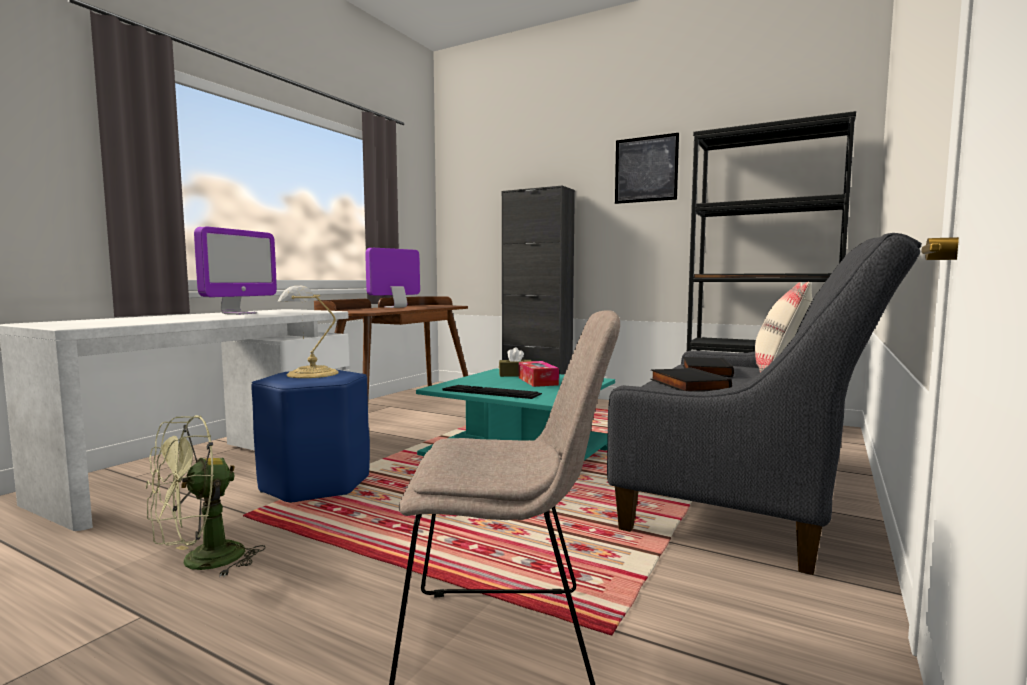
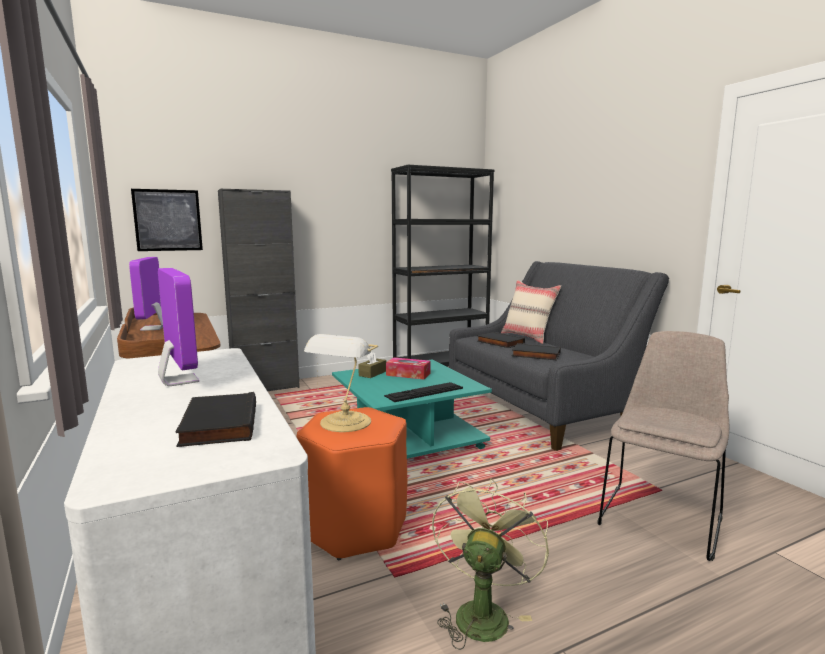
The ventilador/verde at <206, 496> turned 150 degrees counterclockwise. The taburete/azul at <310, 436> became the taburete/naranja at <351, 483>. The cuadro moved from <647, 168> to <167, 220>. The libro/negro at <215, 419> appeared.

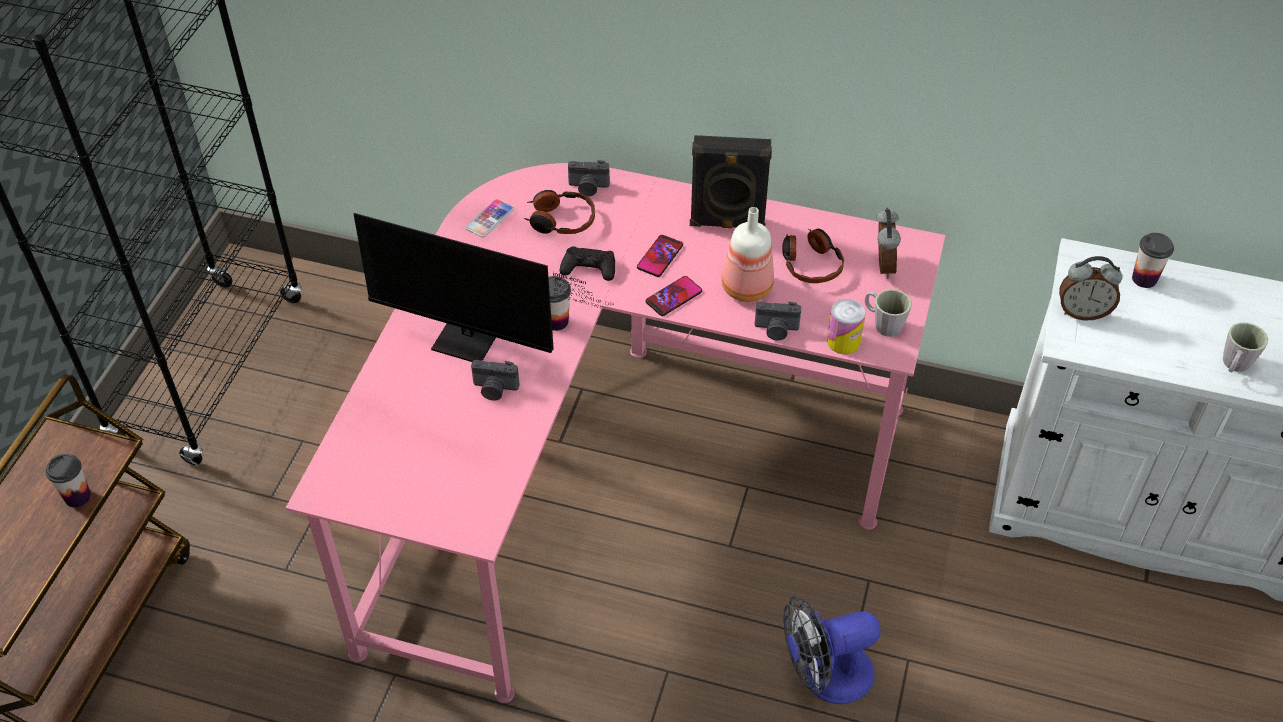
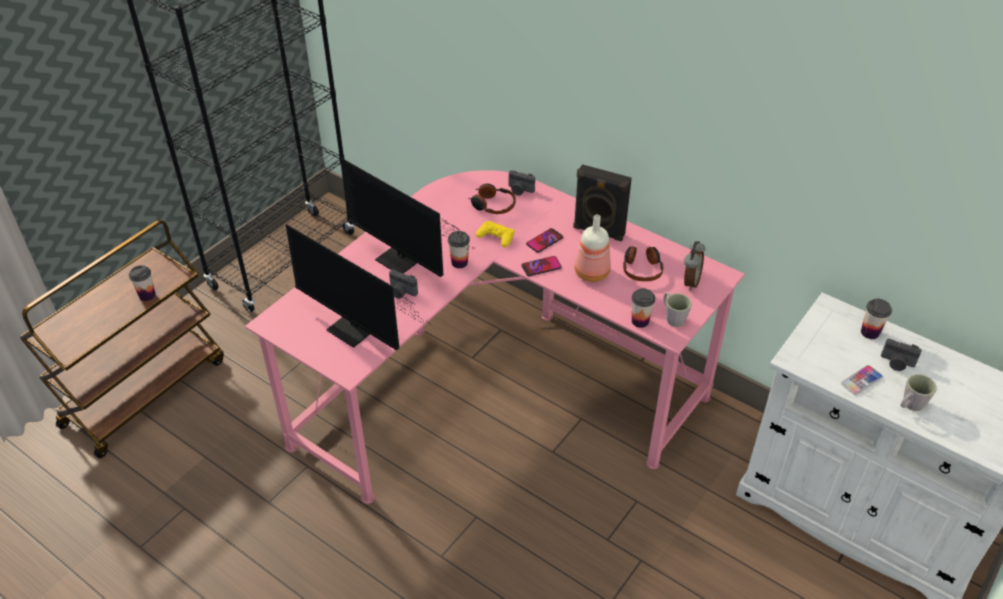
The móvil moved from <489, 218> to <862, 380>. The mando de consola/negro at <587, 263> became the mando de consola/amarillo at <495, 234>. The cámara moved from <778, 320> to <901, 355>. The ventilador at <832, 650> disappeared. The lata at <846, 326> was replaced by the taza at <643, 308>. The despertador at <1090, 288> disappeared. The monitor at <356, 287> appeared.

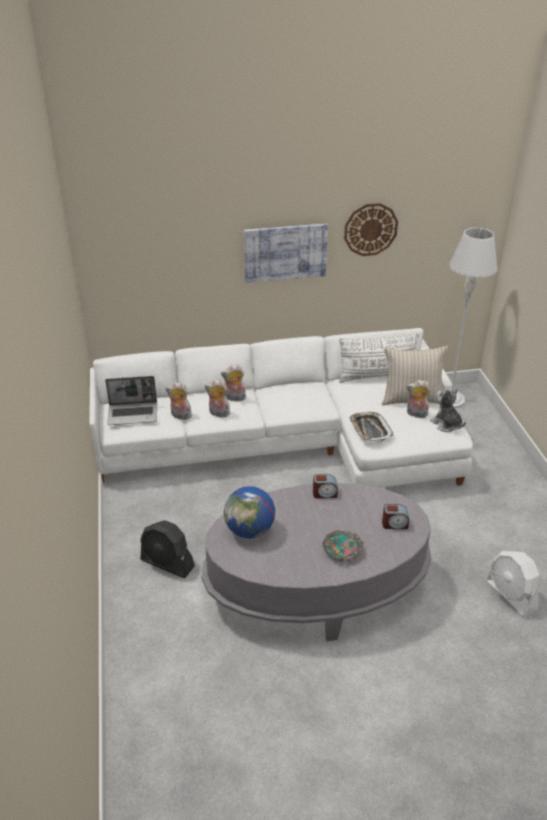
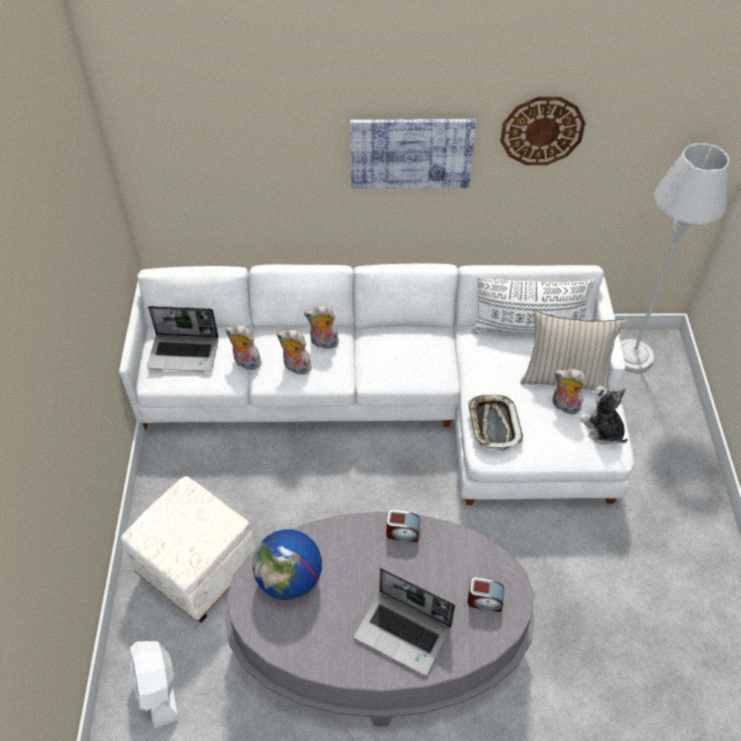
The ventilador/negro at <167, 549> was replaced by the puf/blanco at <188, 549>. The cuenco at <343, 545> was replaced by the portátil at <404, 622>. The ventilador/blanco moved from <512, 584> to <153, 684>.

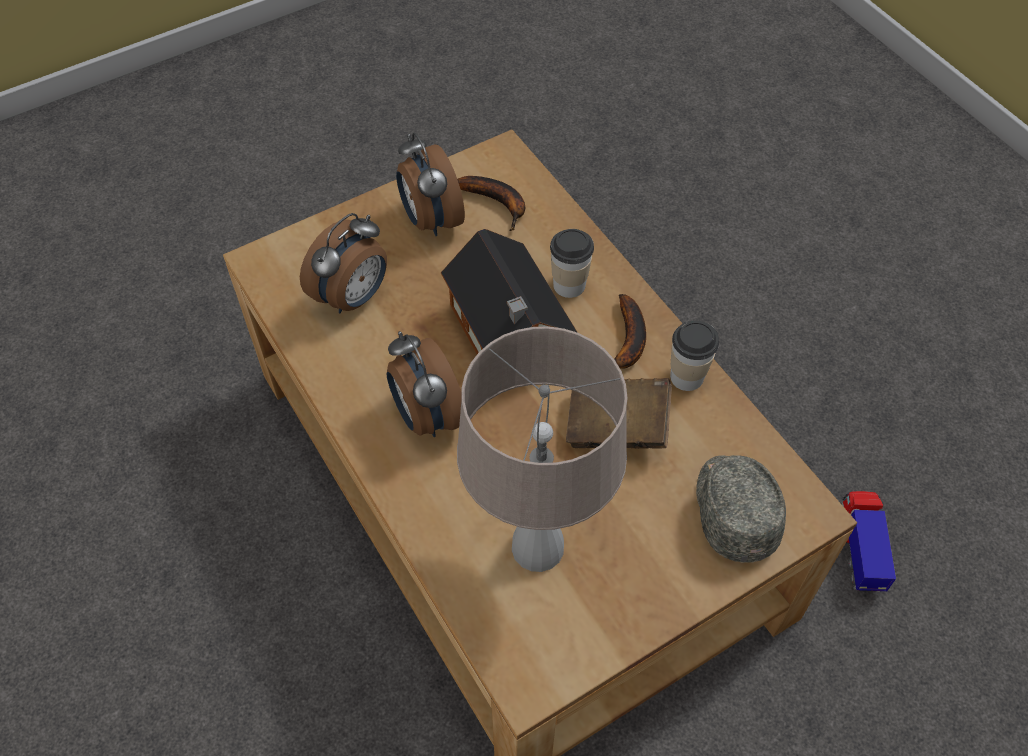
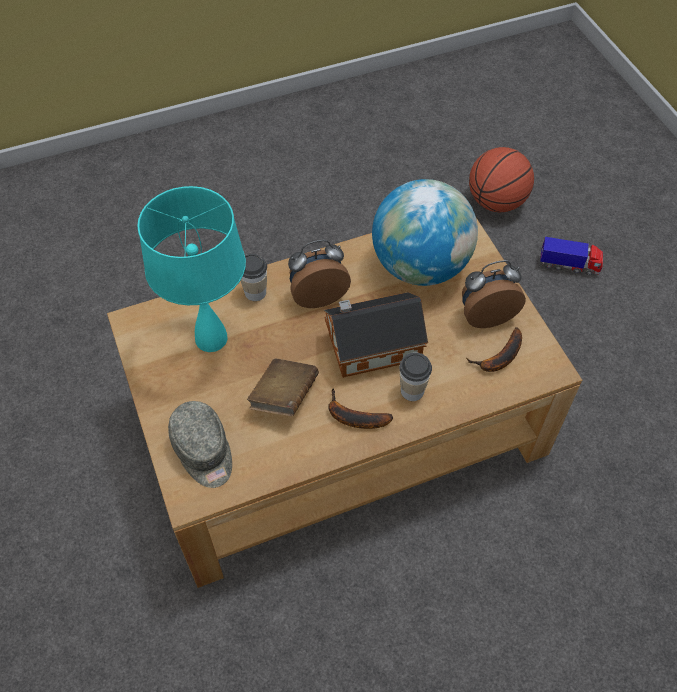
The despertador at <343, 263> was replaced by the globo terráqueo at <425, 232>. The lámpara de mesa/beis at <542, 449> became the lámpara de mesa/turquesa at <191, 269>. The taza moved from <694, 355> to <253, 277>. The gorra/gris at <741, 509> turned 60 degrees clockwise. The camión de juguete moved from <869, 541> to <571, 256>. The balón de baloncesto at <501, 179> appeared.

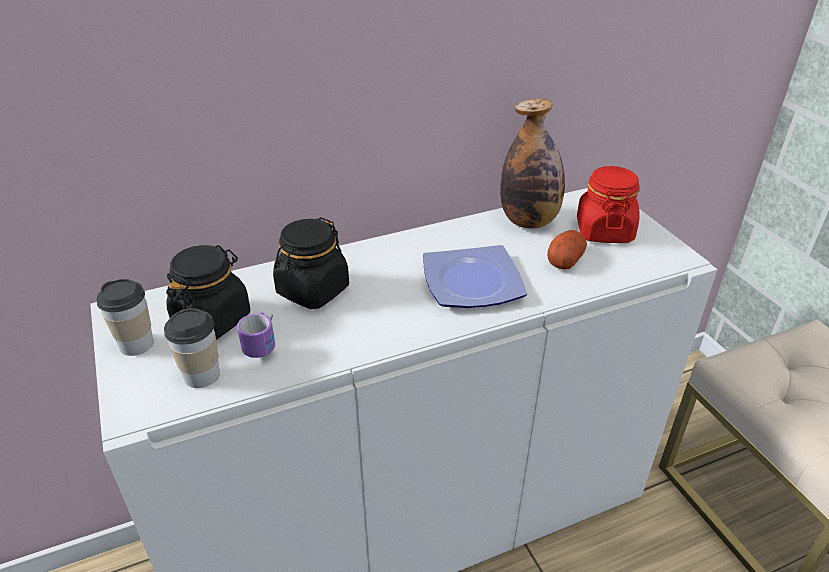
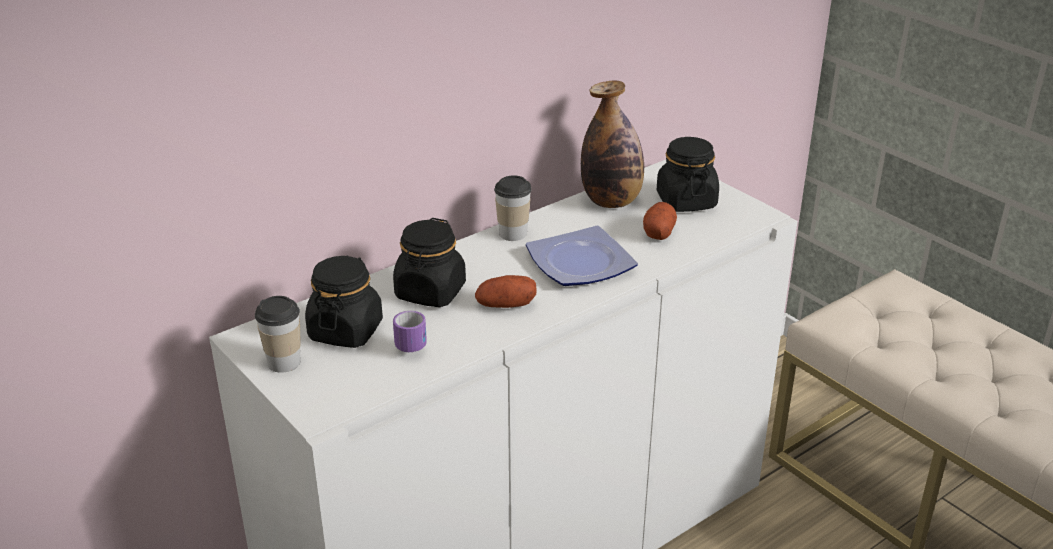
The taza moved from <192, 348> to <513, 208>. The tarro/rojo at <608, 204> became the tarro/negro at <688, 174>. The patata at <506, 291> appeared.

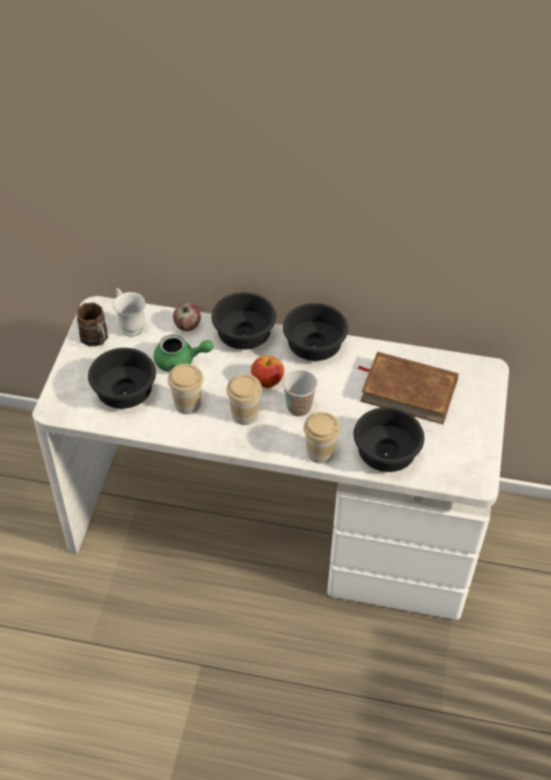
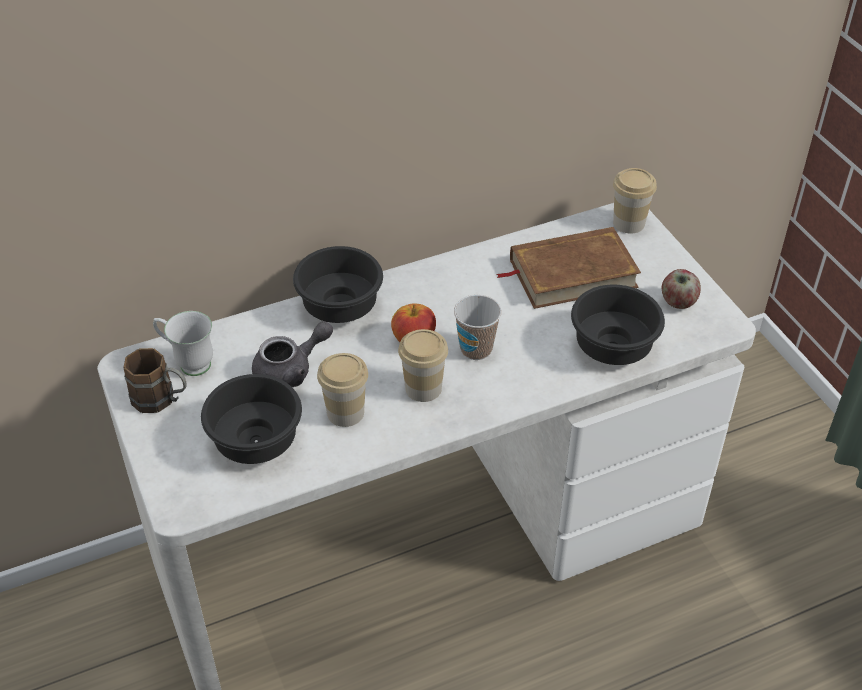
The tetera/verde at <184, 353> became the tetera/gris at <292, 354>. The manzana moved from <187, 317> to <681, 289>. The cuenco/negro at <315, 332> disappeared. The taza moved from <322, 438> to <635, 201>.

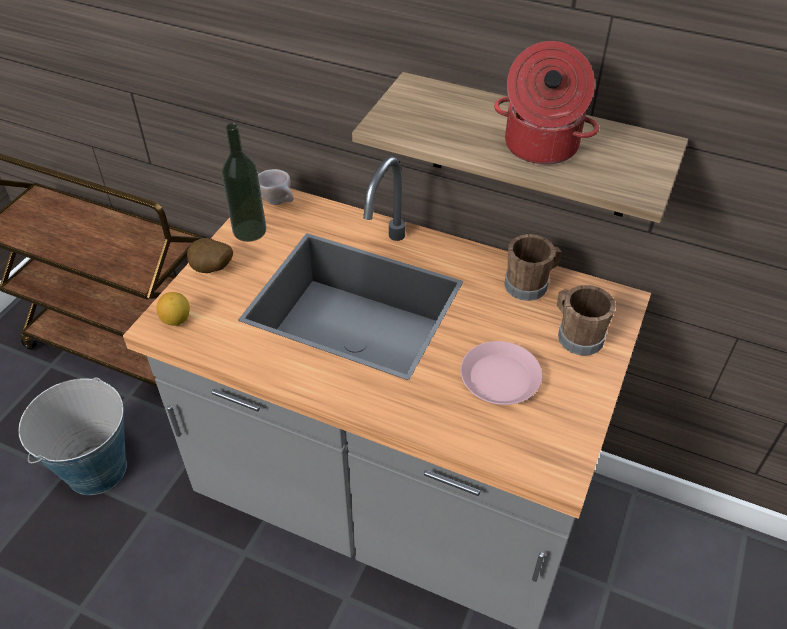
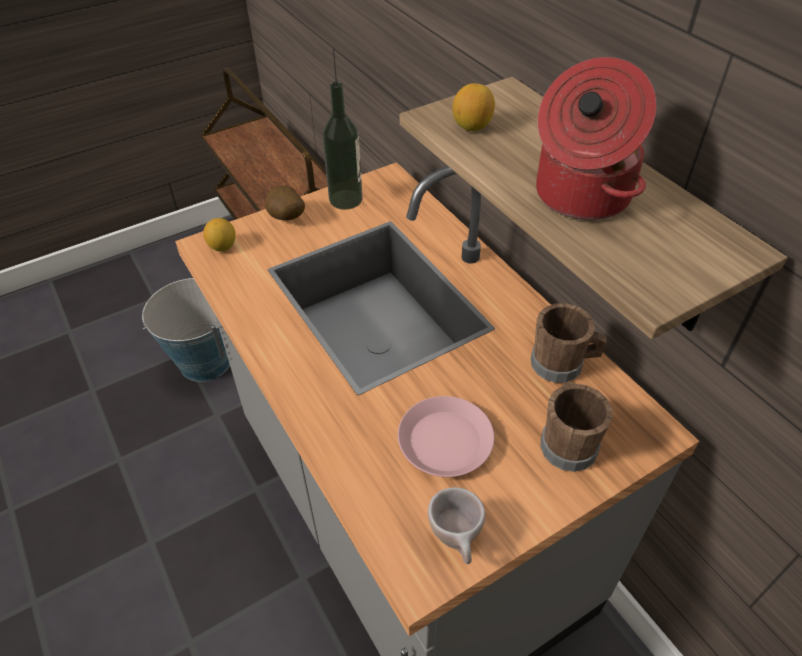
The taza/beis moved from <276, 187> to <456, 525>. The limón at <474, 107> appeared.

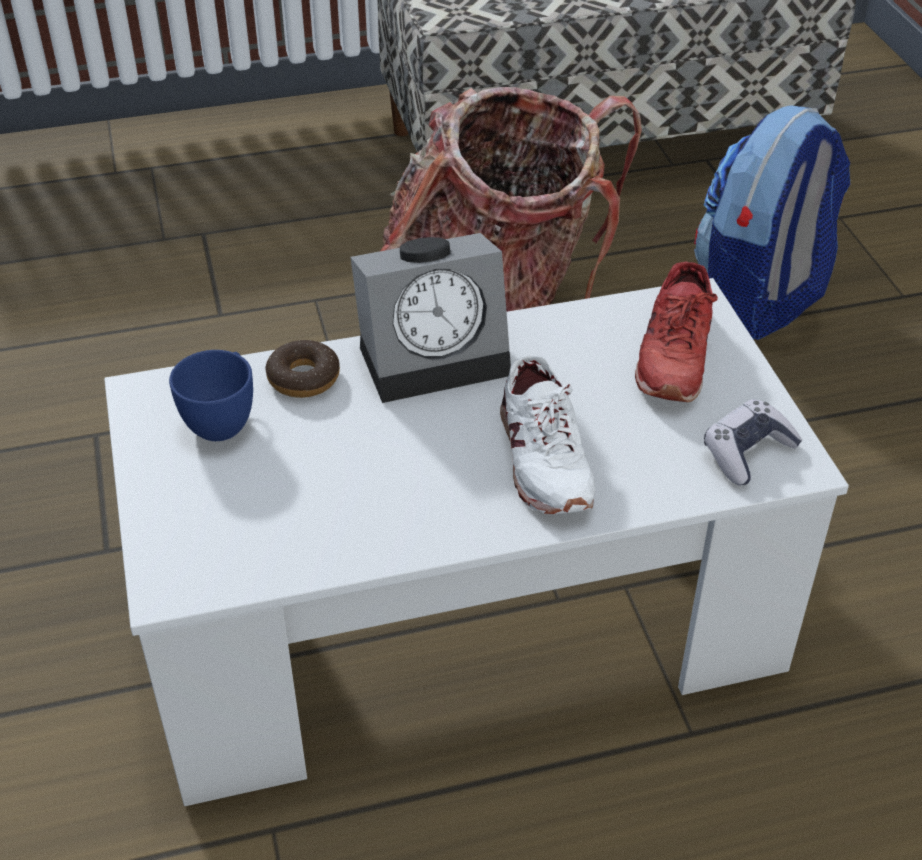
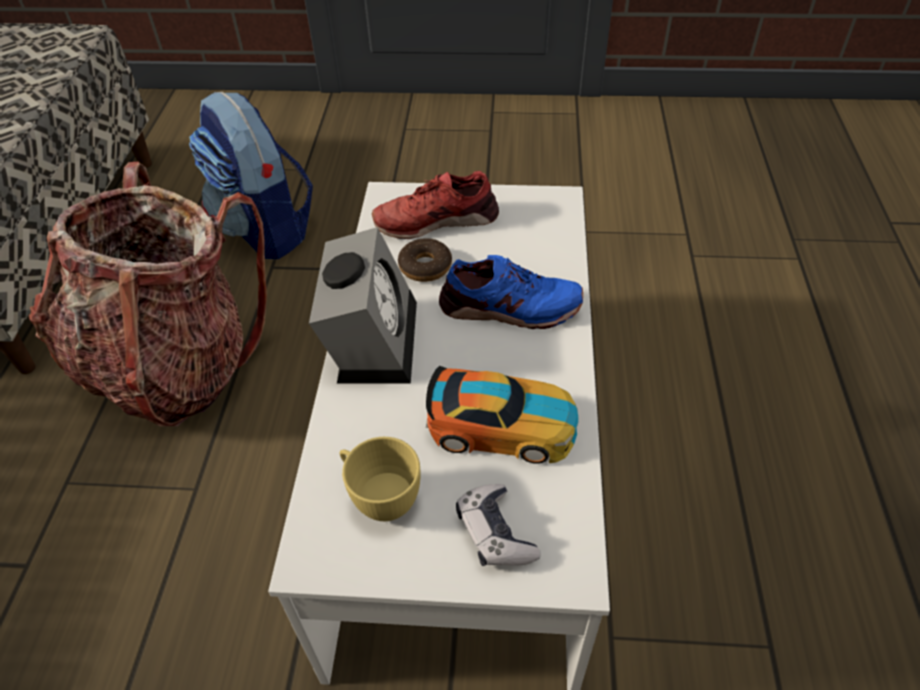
The taza/azul at <211, 395> became the taza/amarillo at <380, 479>. The rosquilla moved from <302, 369> to <425, 260>. The zapato/blanco at <548, 435> became the zapato/azul at <511, 292>. The zapato/rojo at <676, 332> turned 135 degrees clockwise. The mando de consola moved from <753, 442> to <498, 525>. The coche de juguete at <502, 415> appeared.

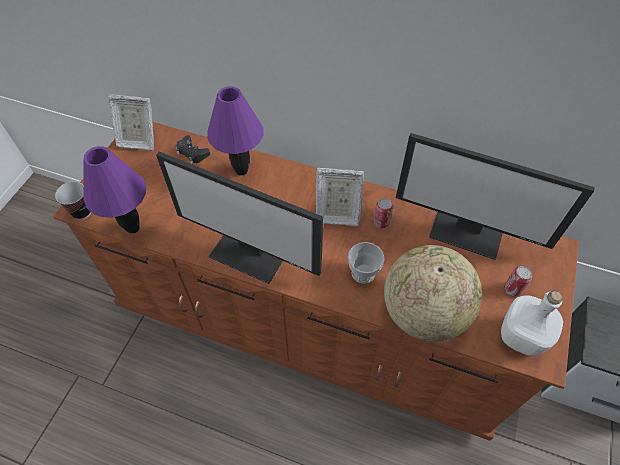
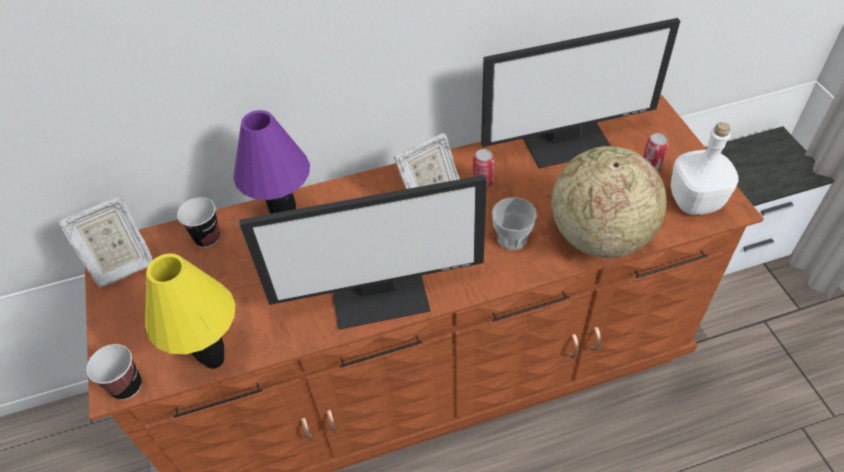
The lámpara de mesa/morado at <115, 190> became the lámpara de mesa/amarillo at <190, 311>. The mando de consola/negro at <193, 150> was replaced by the taza at <198, 222>.

